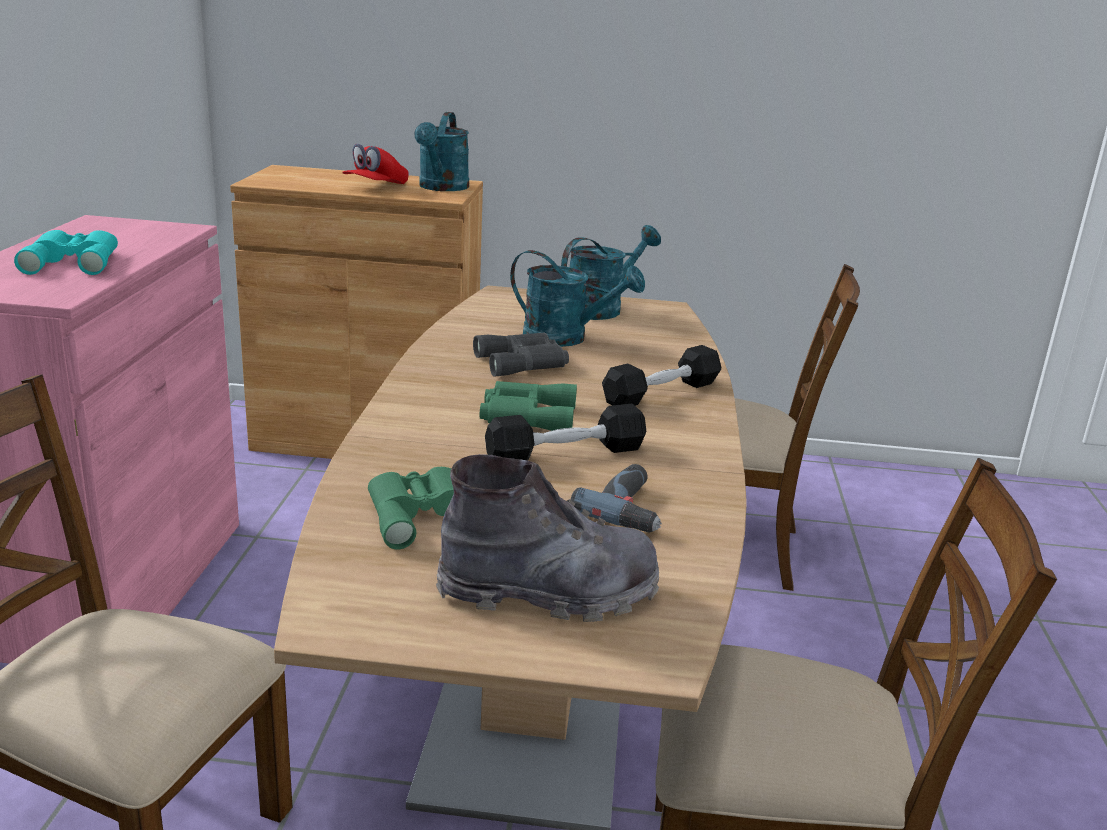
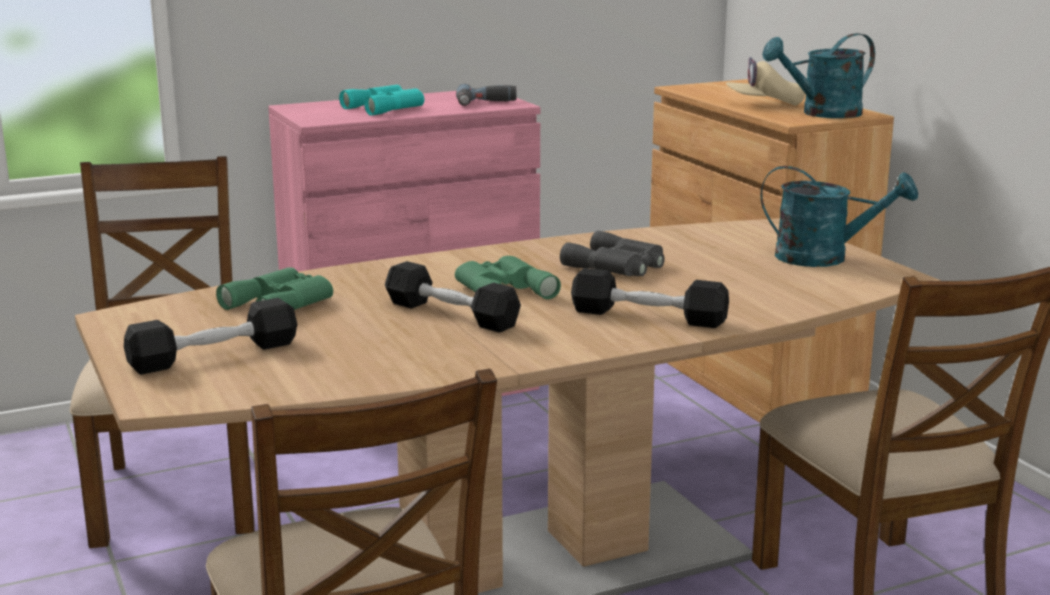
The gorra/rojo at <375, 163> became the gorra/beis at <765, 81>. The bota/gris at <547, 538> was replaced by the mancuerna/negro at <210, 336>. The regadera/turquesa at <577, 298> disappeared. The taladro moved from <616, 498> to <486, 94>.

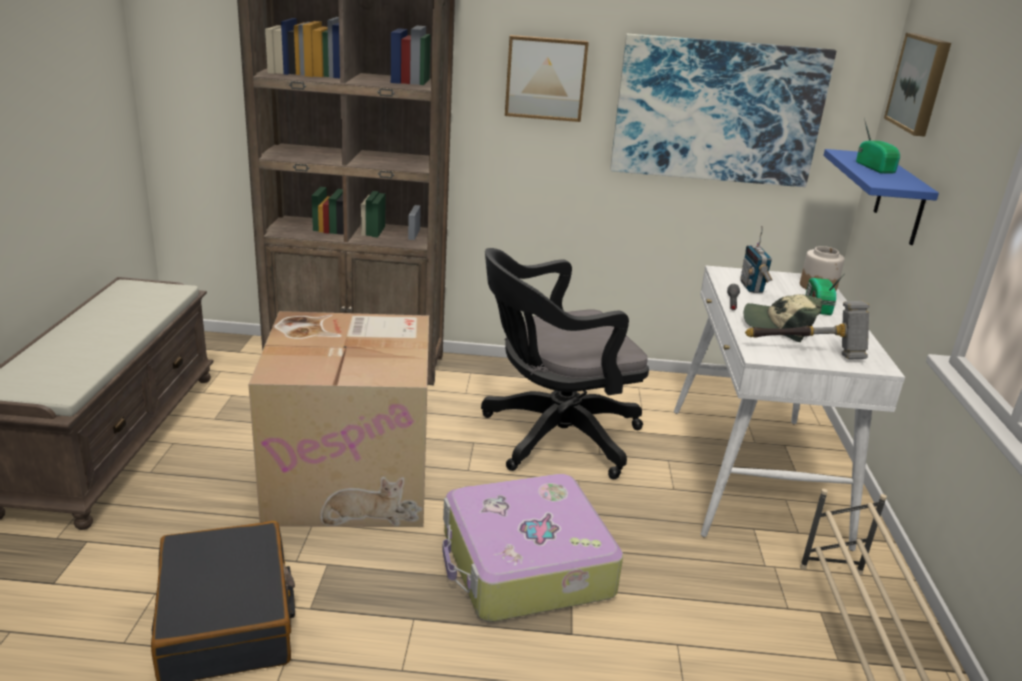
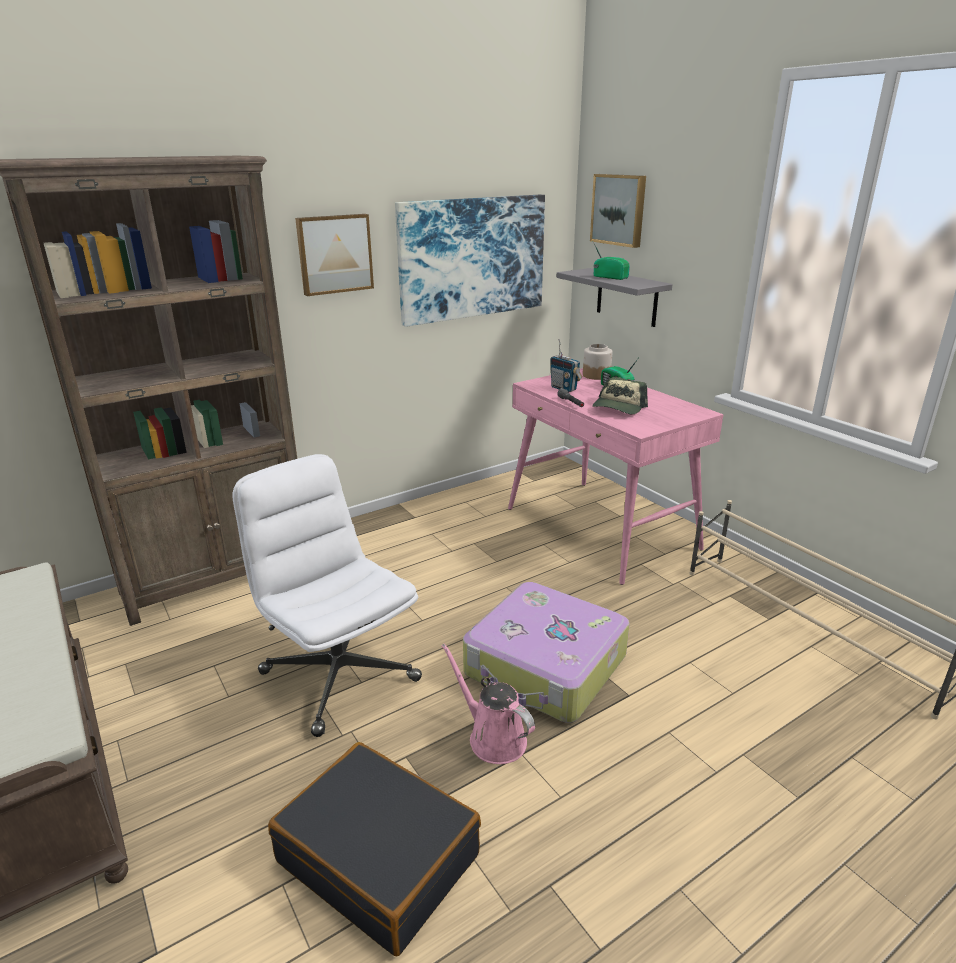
The caja de cartón at <338, 419> was replaced by the silla de oficina/blanco at <327, 595>. The silla de oficina/negro at <565, 363> disappeared. The escritorio/blanco at <789, 408> became the escritorio/rosa at <616, 476>. The gorra at <783, 318> turned 45 degrees counterclockwise. The martillo at <807, 330> disappeared. The estante/azul at <881, 197> became the estante/gris at <615, 297>. The regadera/rosa at <488, 704> appeared.

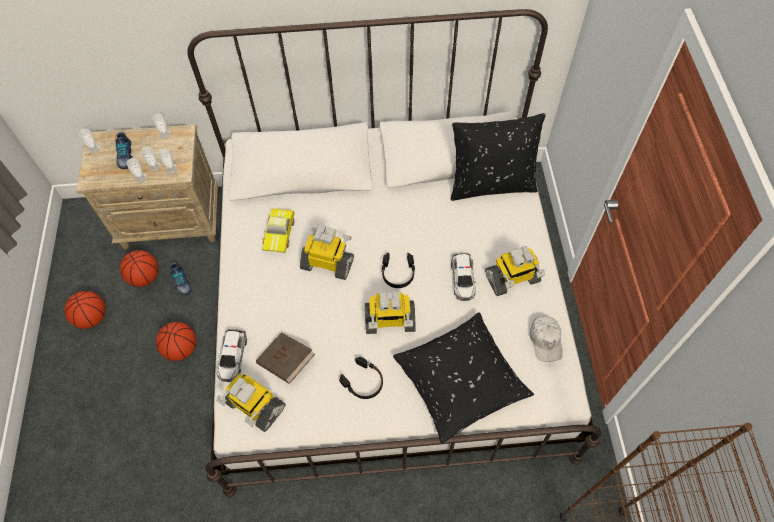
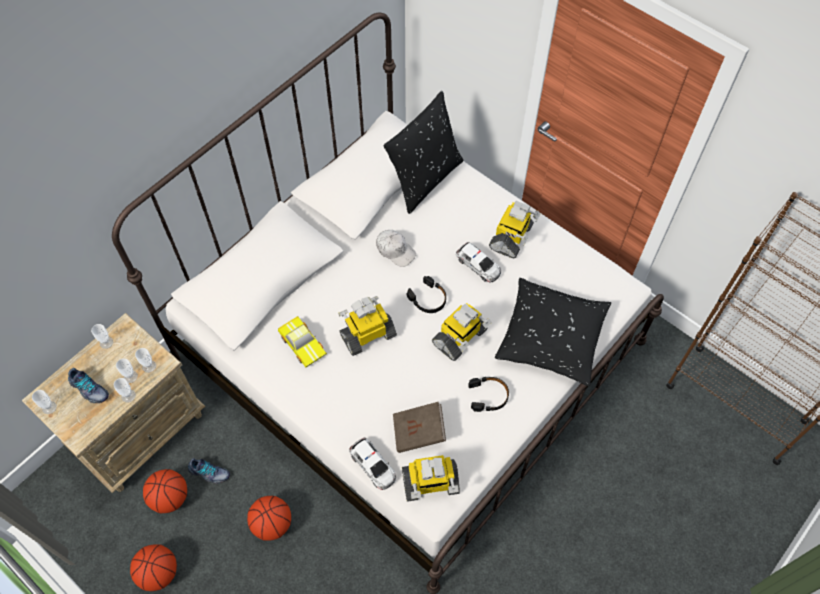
The gorra/blanco moved from <546, 338> to <396, 248>.

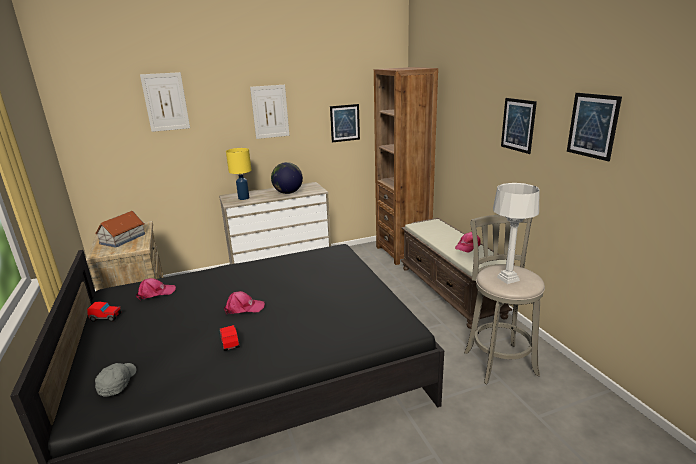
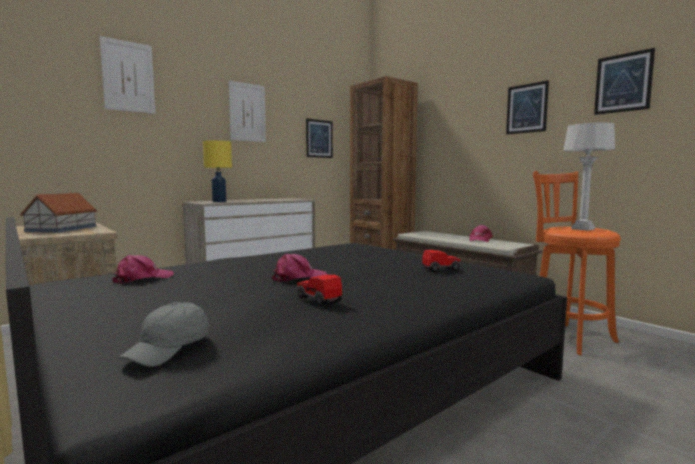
The coche de juguete moved from <104, 312> to <441, 260>. The gorra/gris at <115, 380> turned 135 degrees counterclockwise. The globo terráqueo at <287, 178> disappeared. The taburete/gris at <504, 300> became the taburete/naranja at <577, 263>.

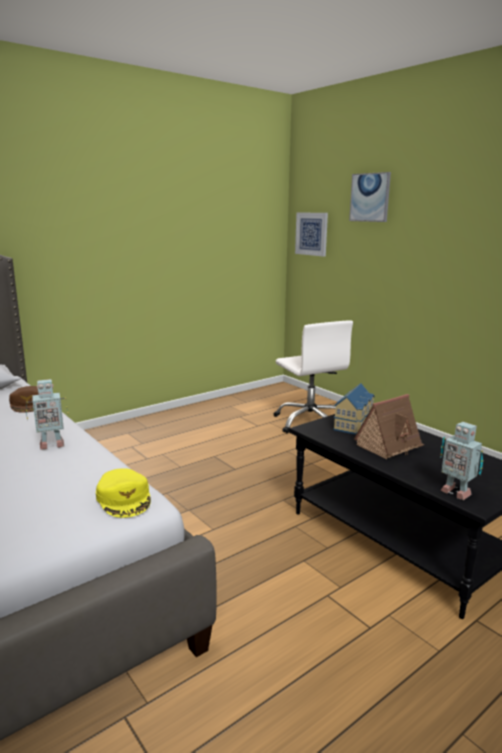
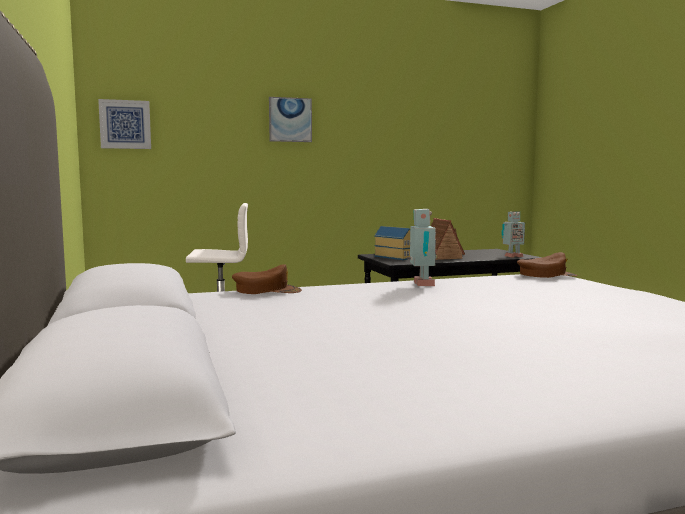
The gorra/amarillo at <123, 493> became the gorra/marrón at <547, 265>. The cuadro moved from <370, 197> to <290, 119>.

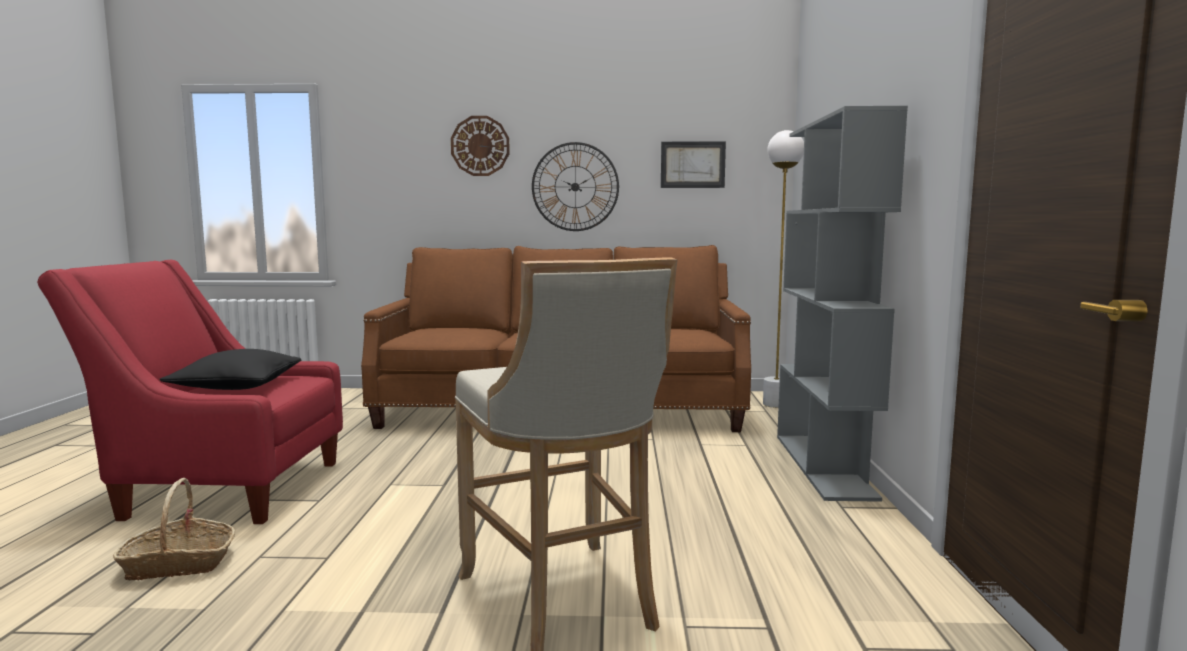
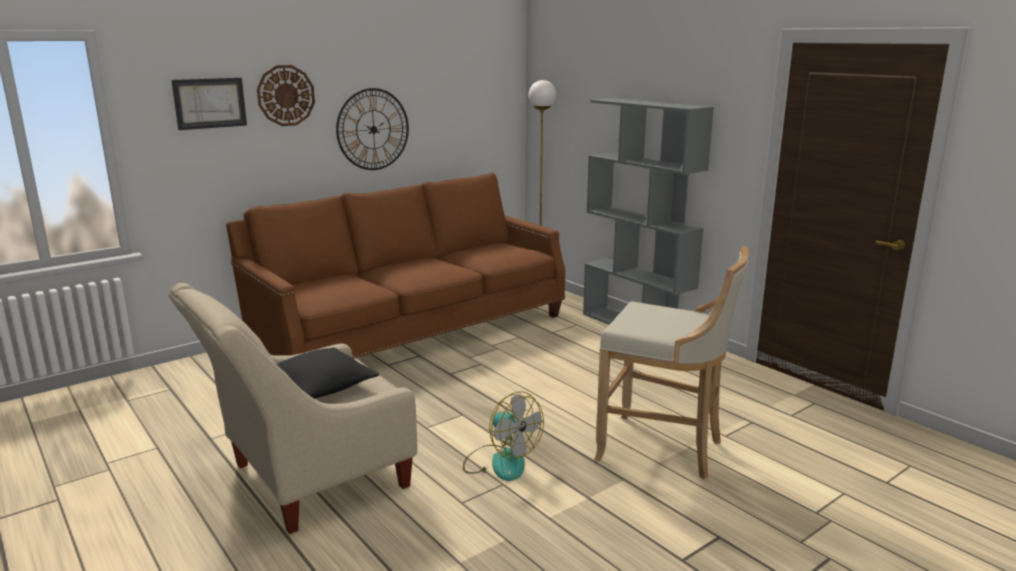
The sillón/rojo at <190, 392> became the sillón/beis at <293, 408>. The cesta at <174, 529> disappeared. The cuadro moved from <693, 164> to <209, 104>. The ventilador at <503, 436> appeared.

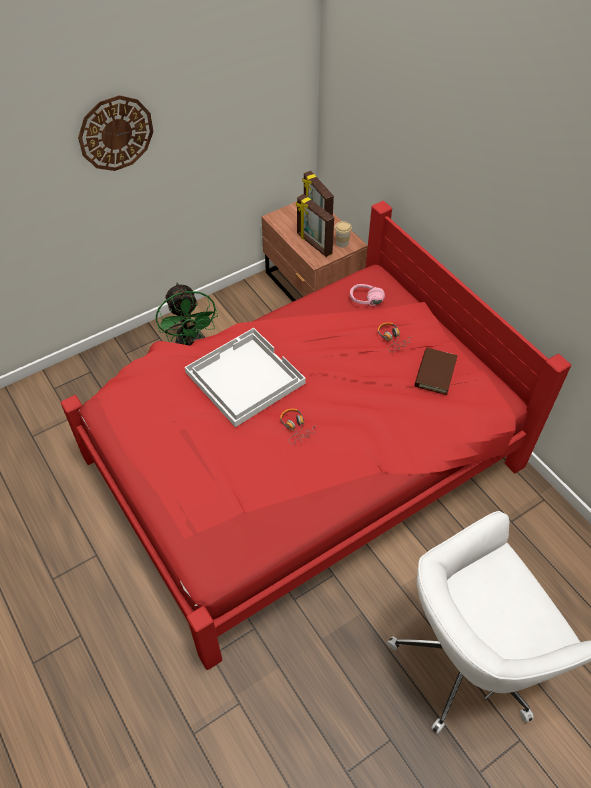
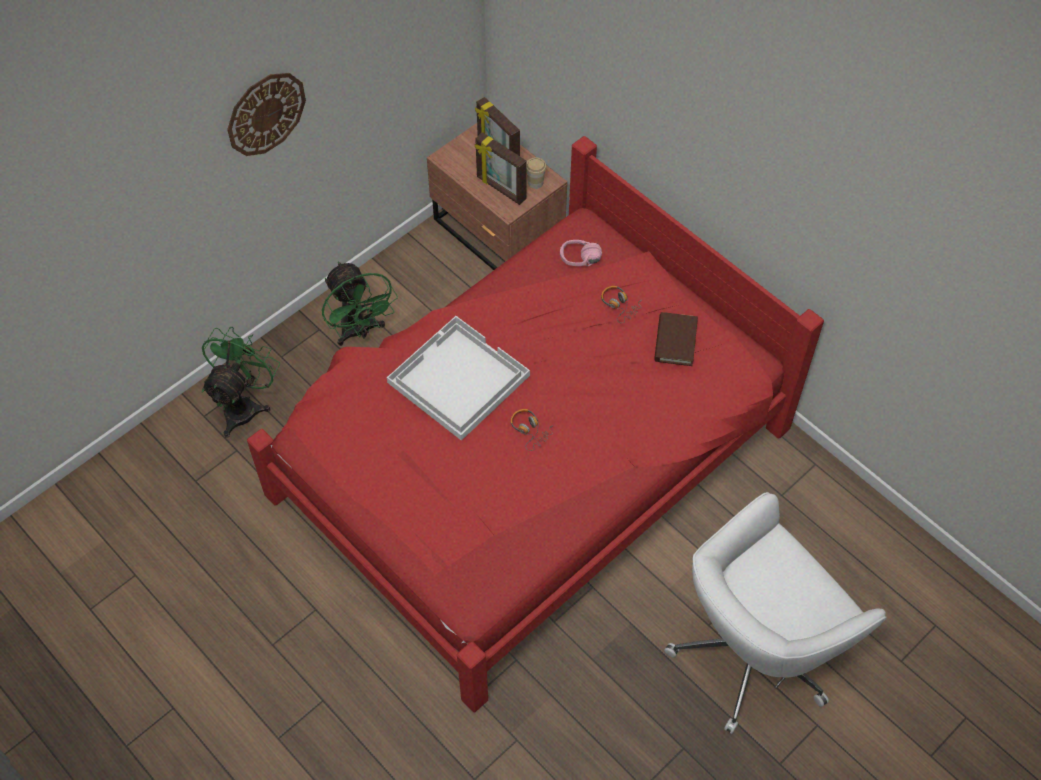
The ventilador/verde at <241, 382> appeared.

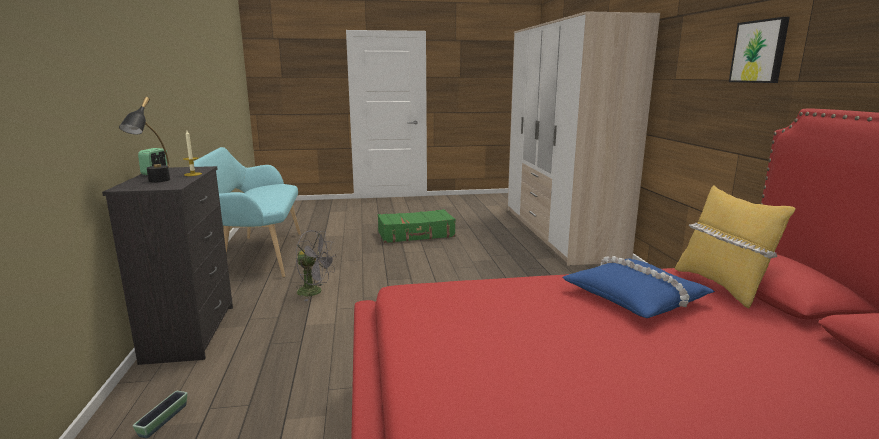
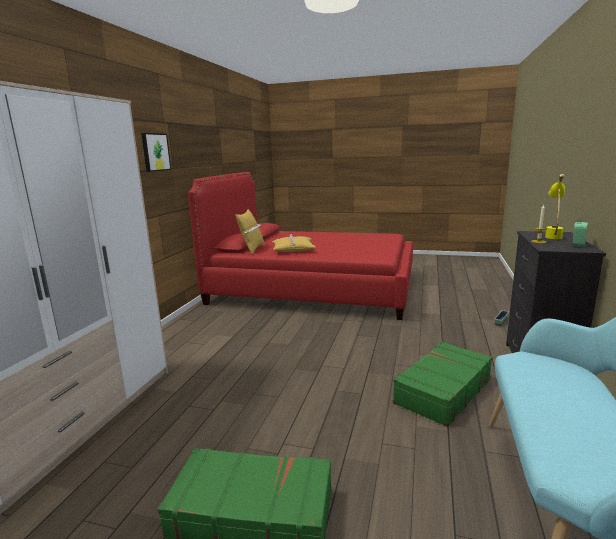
The lámpara de mesa/negro at <144, 139> became the lámpara de mesa/amarillo at <555, 206>. The ventilador/gris at <316, 265> was replaced by the maleta/verde at <443, 384>. The cojín/azul at <638, 287> became the cojín/amarillo at <294, 243>.

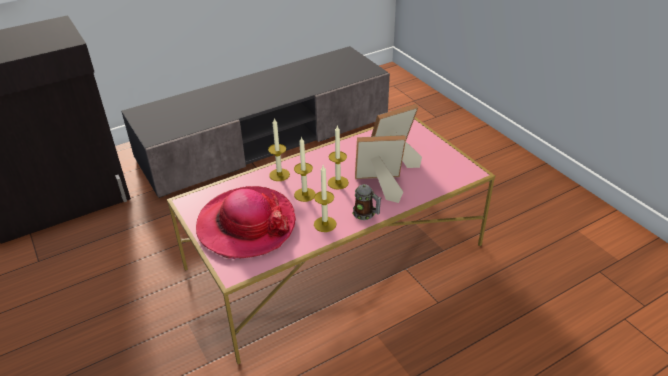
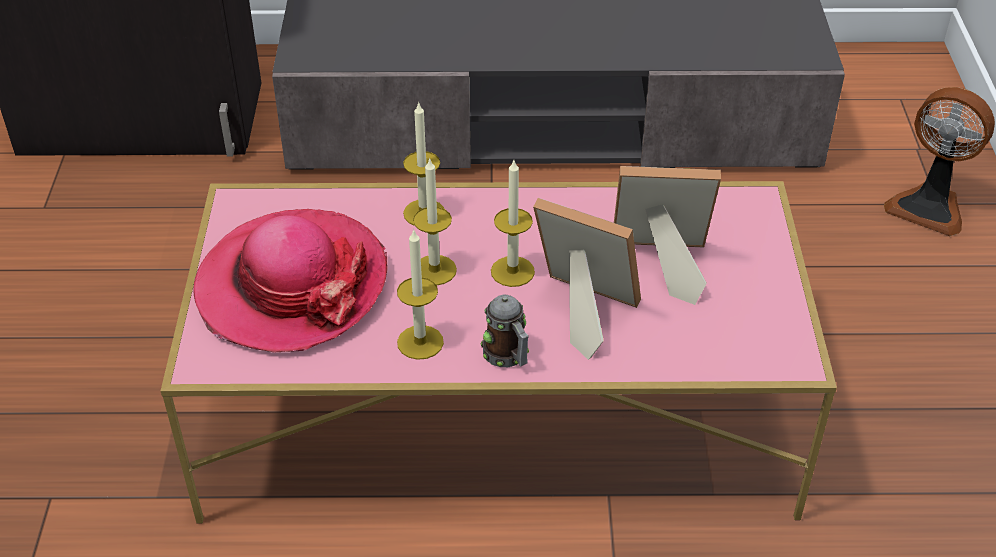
The ventilador at <939, 161> appeared.

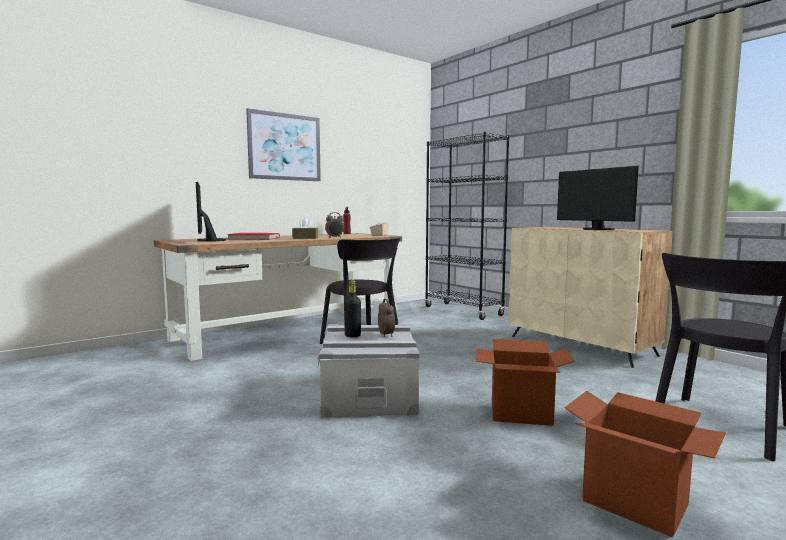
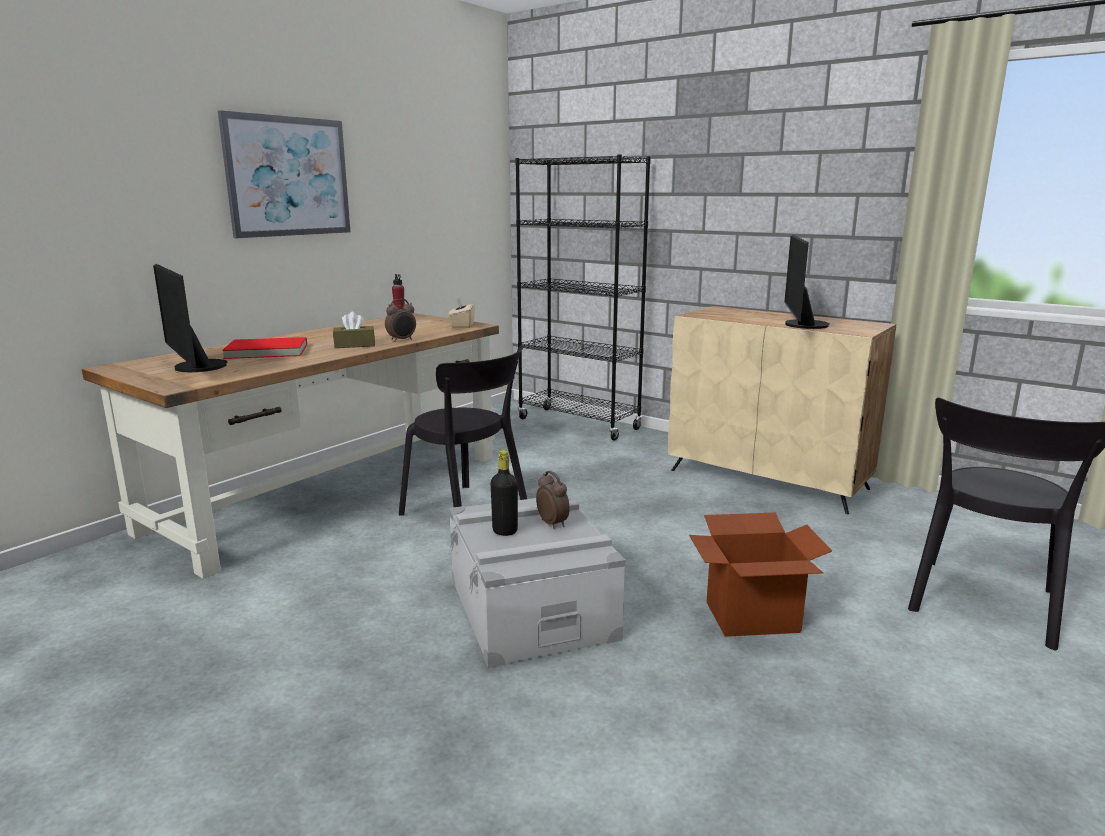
The monitor at <598, 198> turned 60 degrees clockwise. The caja de cartón at <645, 464> disappeared.

